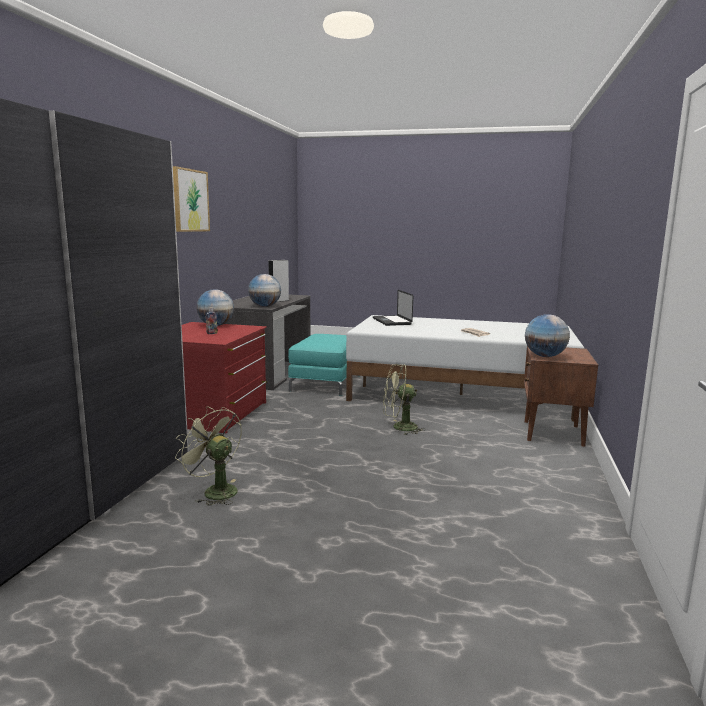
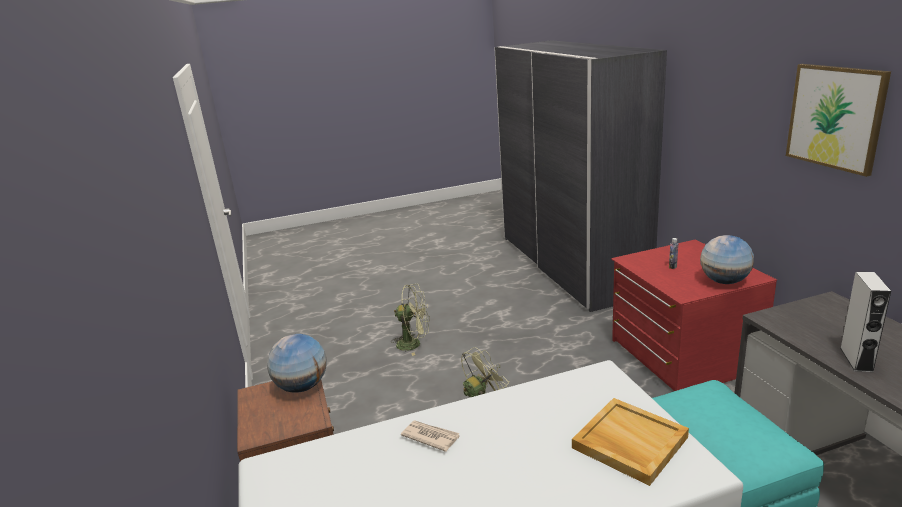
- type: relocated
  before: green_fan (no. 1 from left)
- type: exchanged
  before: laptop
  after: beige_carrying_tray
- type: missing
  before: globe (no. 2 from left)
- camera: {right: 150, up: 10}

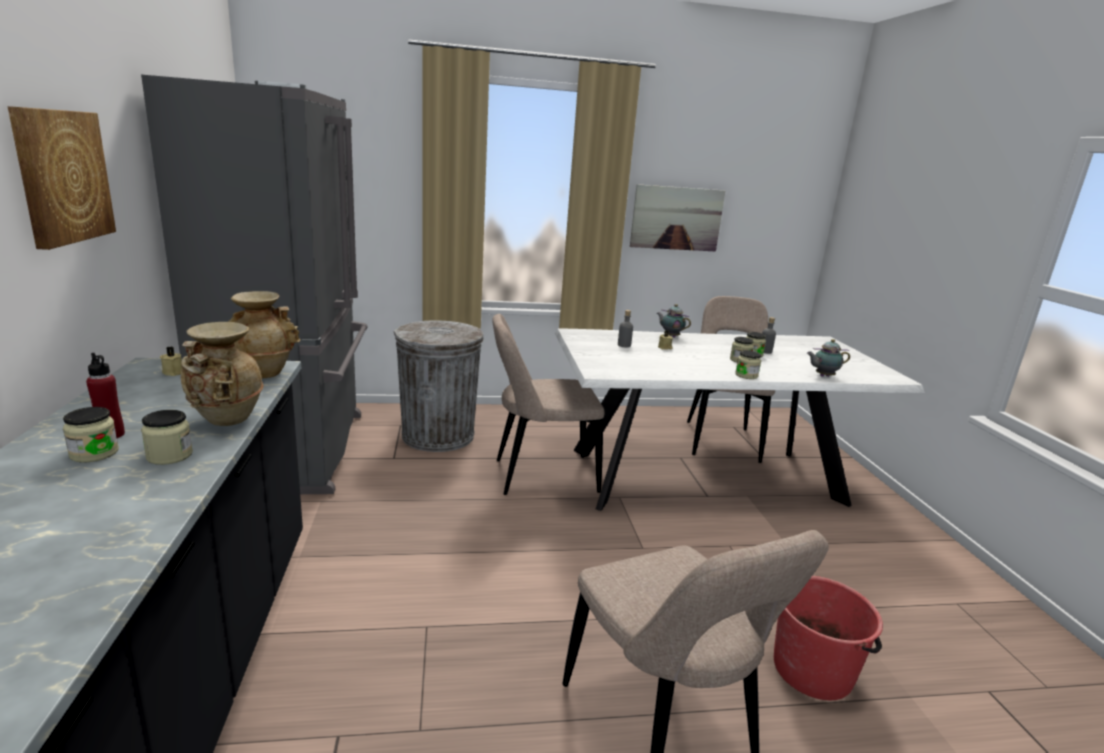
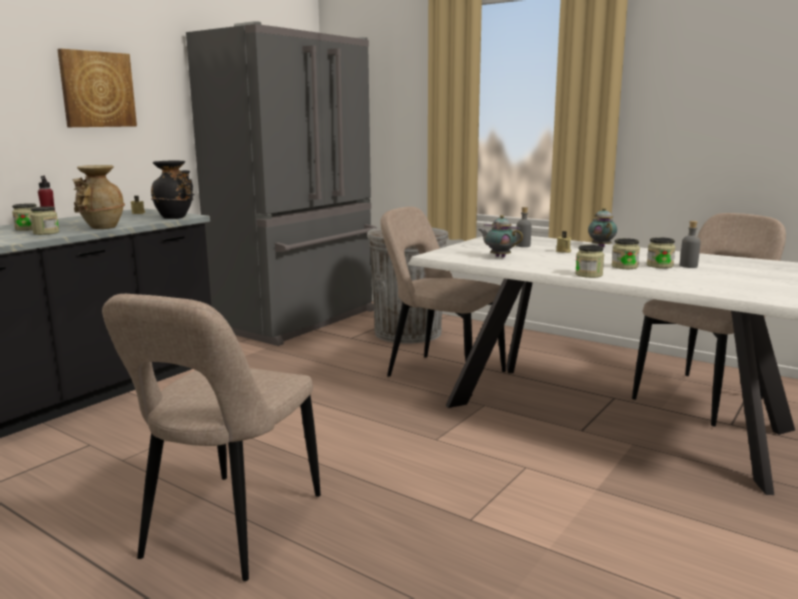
- type: colour
  before: beige_flower_vase (no. 2 from left)
  after: blackish_flower_vase
- type: relocated
  before: teapot (no. 2 from left in the first image)
  after: teapot (no. 1 from left)
- type: missing
  before: wall_art (no. 2 from left)
- type: missing
  before: red_bucket
- camera: {right: 45, up: -5}

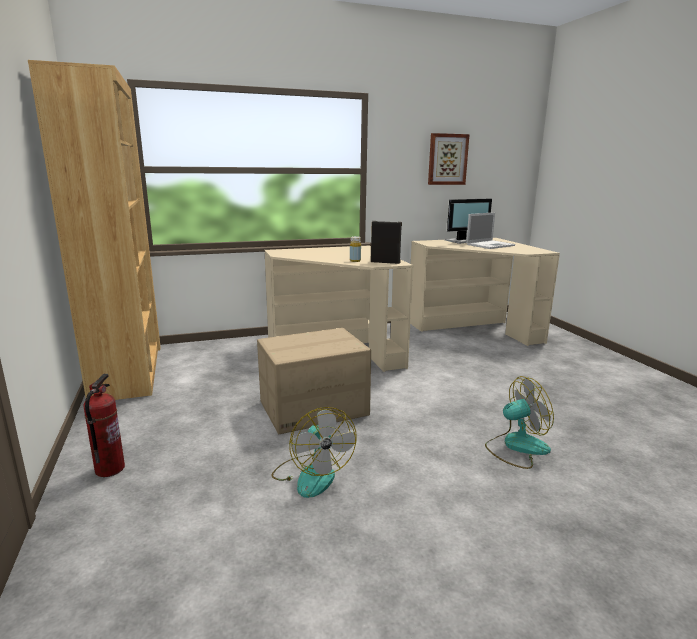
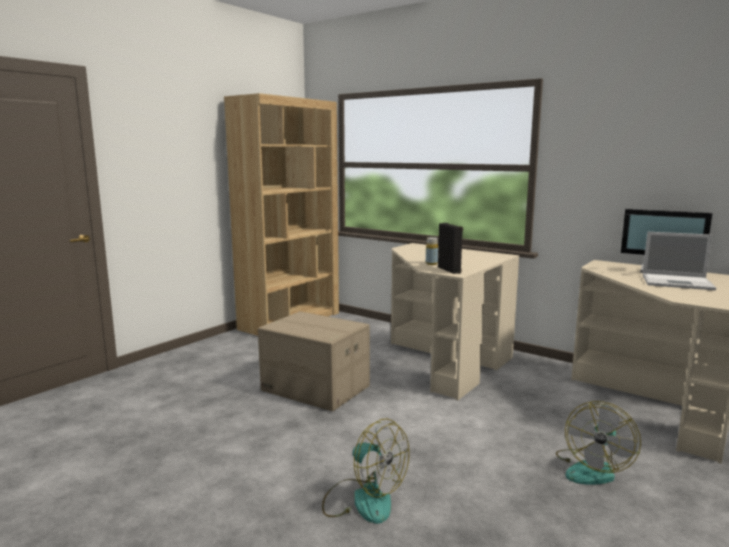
- type: relocated
  before: fan (no. 1 from left in the first image)
  after: fan (no. 2 from left)
- type: missing
  before: fire-fighting_cylinder
- type: missing
  before: wall_art
- camera: {right: 55, up: -5}

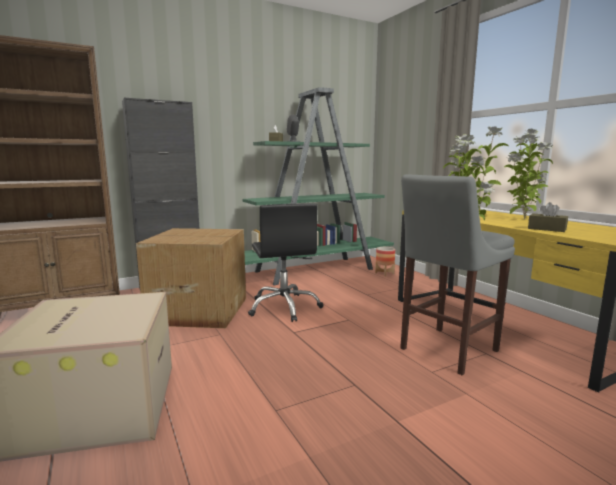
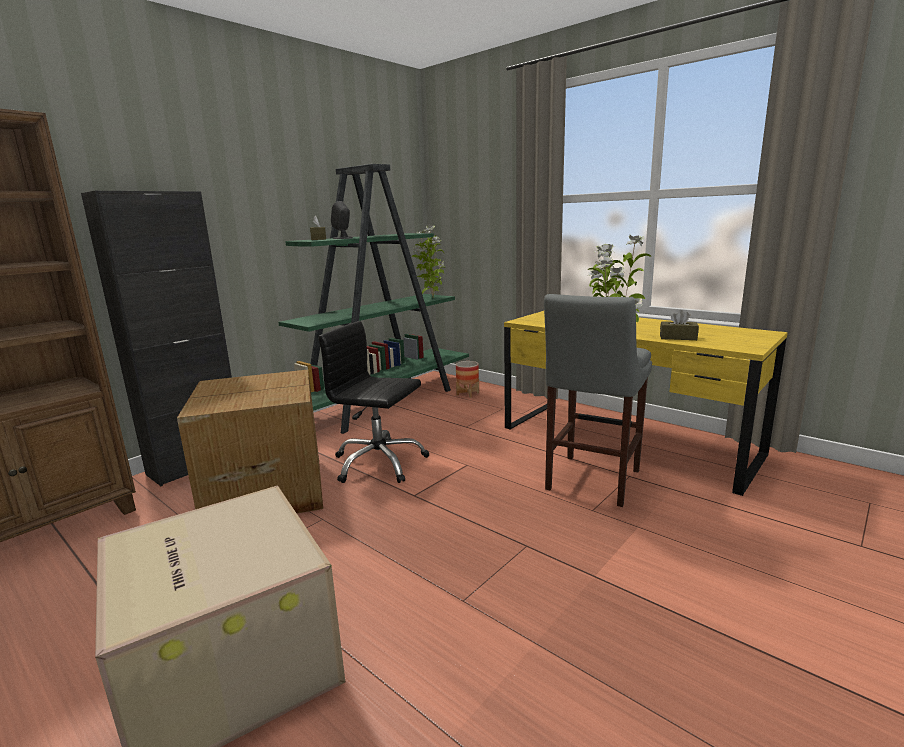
- type: spun
  before: blackish_computer_chair
  turn: 150
- type: relocated
  before: houseplant (no. 2 from left in the first image)
  after: houseplant (no. 1 from left)
- camera: {right: -20, up: 5}

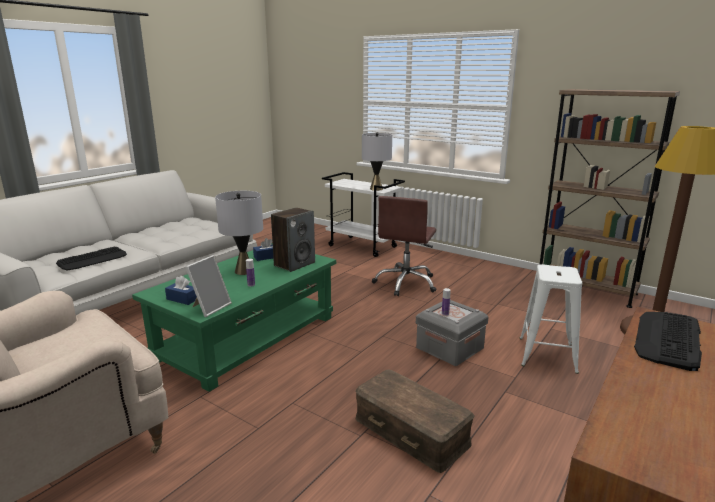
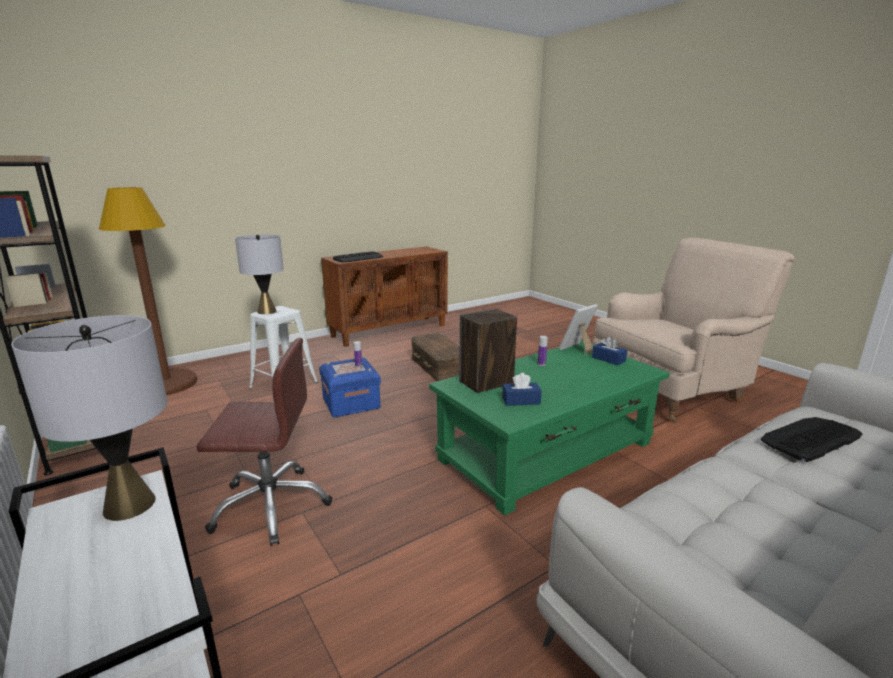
- type: spun
  before: brown-coloured_computer_chair
  turn: 45
- type: relocated
  before: greyish_table_lamp (no. 1 from left in the first image)
  after: greyish_table_lamp (no. 2 from left)
- type: colour
  before: greyish_storage_container
  after: blue_storage_container
- camera: {right: -160, up: 0}

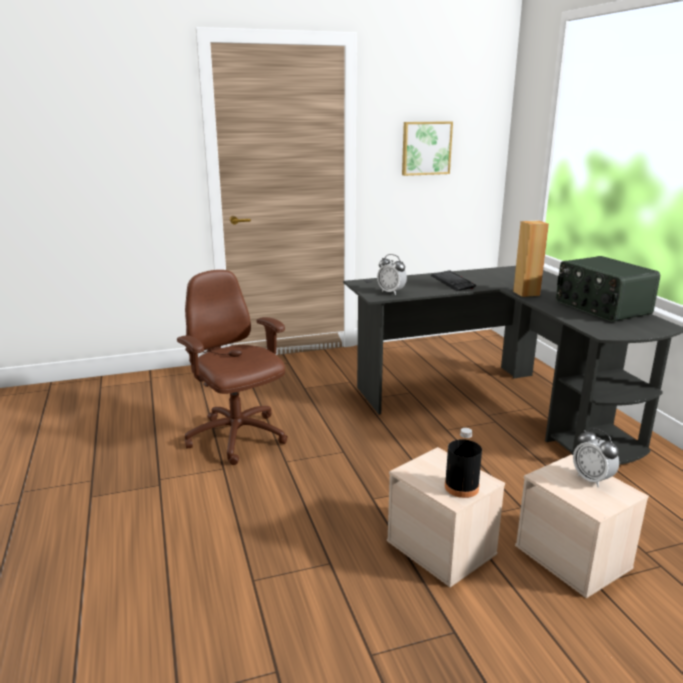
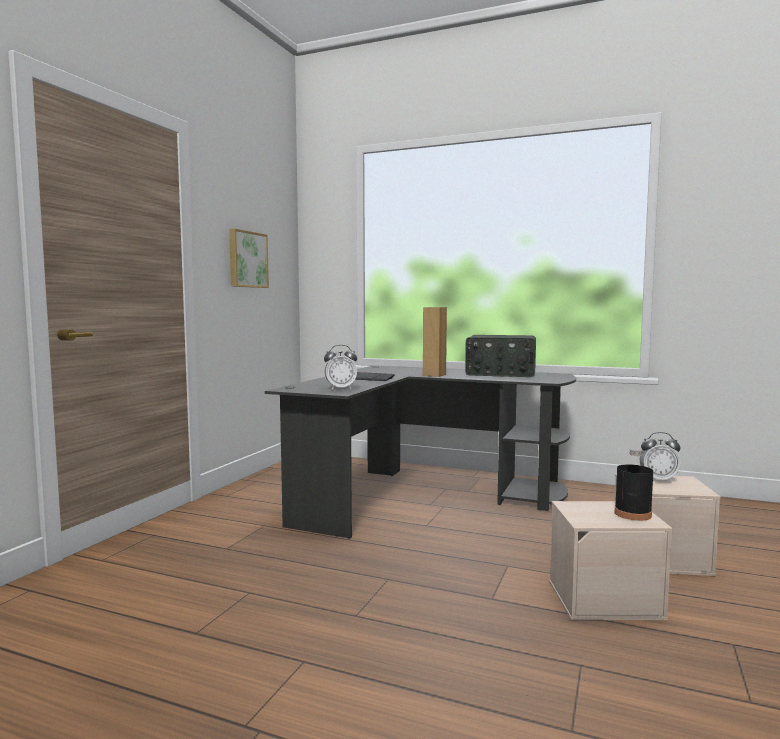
- type: missing
  before: brown-coloured_computer_chair
- camera: {right: -50, up: -15}

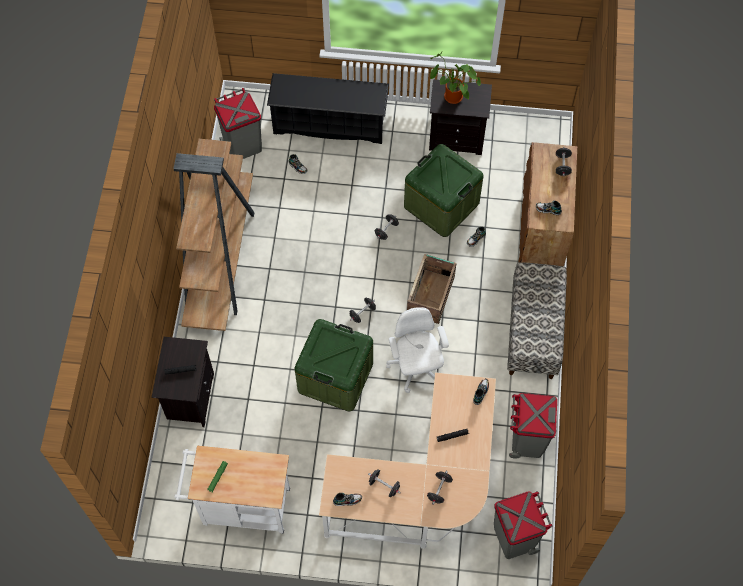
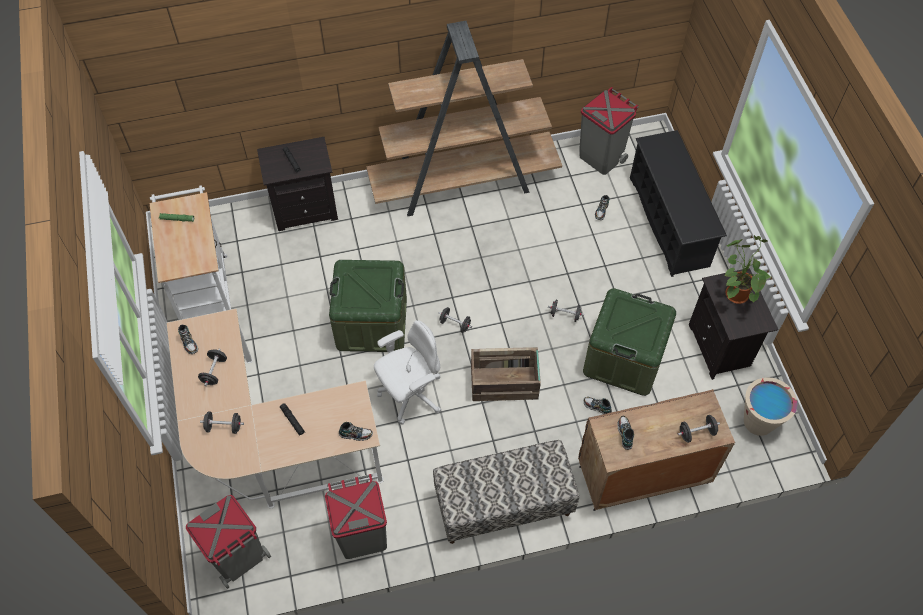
- type: appeared
  after: beige_bucket
- camera: {right: 70, up: -5}

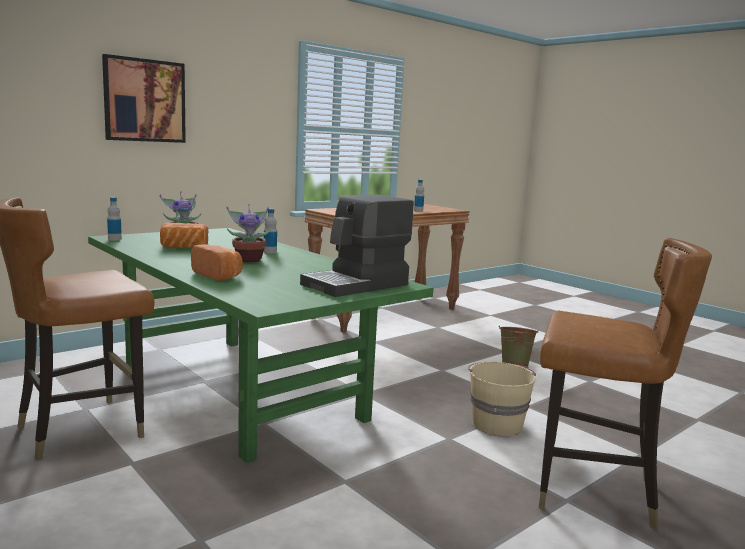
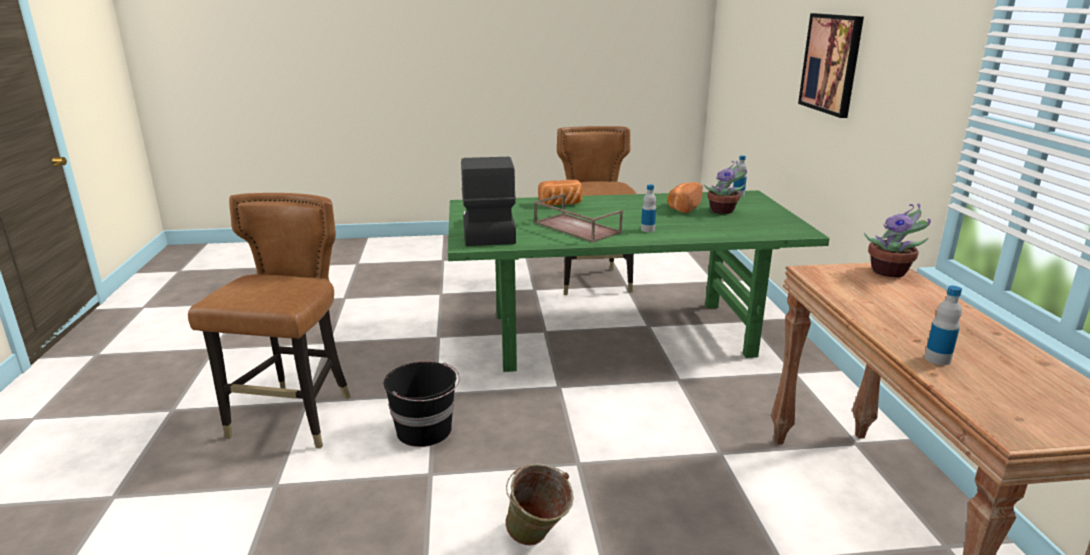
- type: spun
  before: brown-coloured_chair (no. 2 from left in the first image)
  turn: 135
- type: colour
  before: beige_bucket
  after: blackish_bucket
- type: appeared
  after: brown-coloured_carrying_tray
- type: relocated
  before: houseplant (no. 2 from left)
- camera: {right: 125, up: 10}

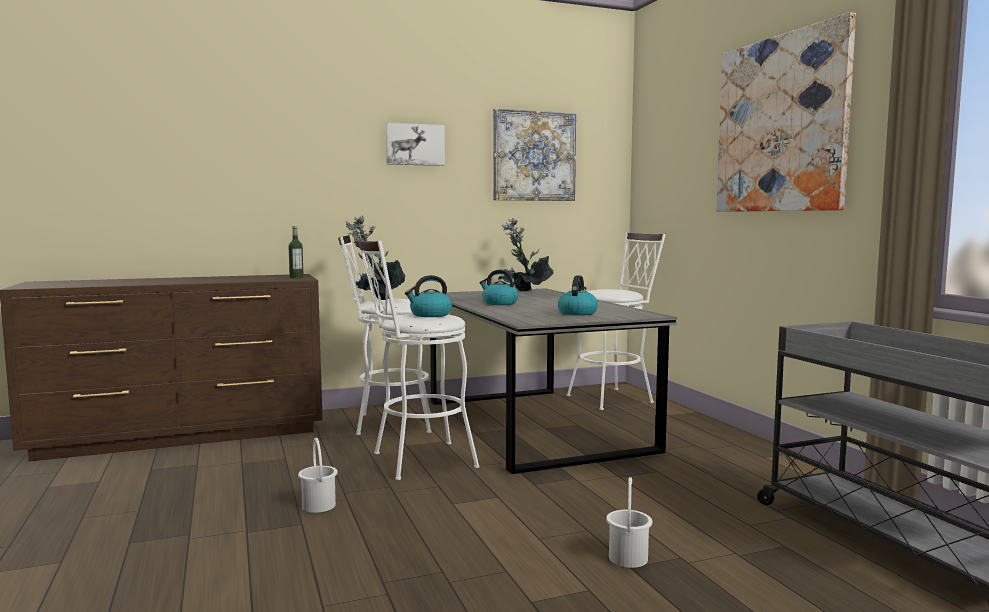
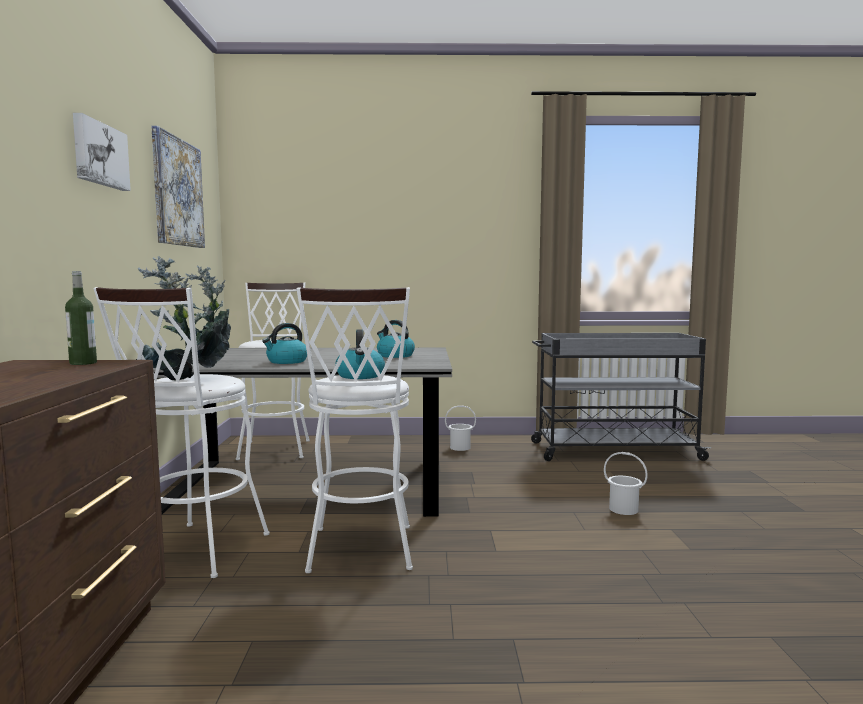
- type: relocated
  before: whitish_bucket (no. 1 from left)
- type: missing
  before: wall_art (no. 3 from left)
- camera: {right: -70, up: 0}

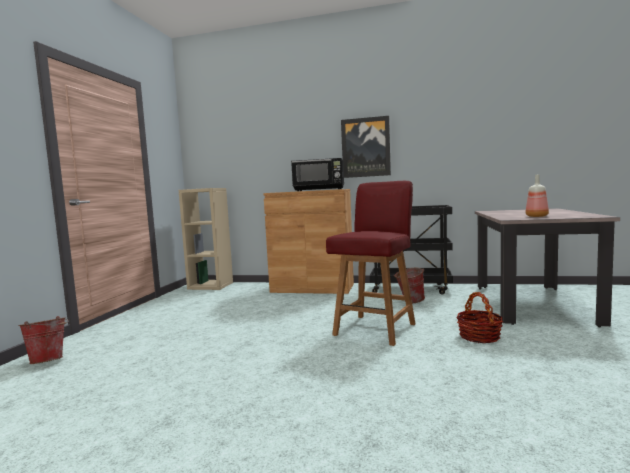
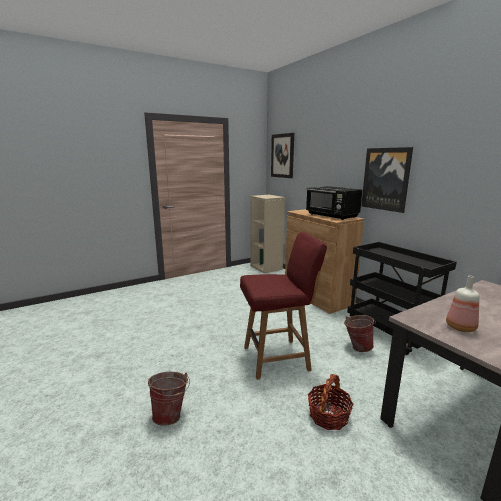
- type: relocated
  before: bucket (no. 1 from left)
- type: appeared
  after: wall_art (no. 1 from left)
- camera: {right: 45, up: 10}

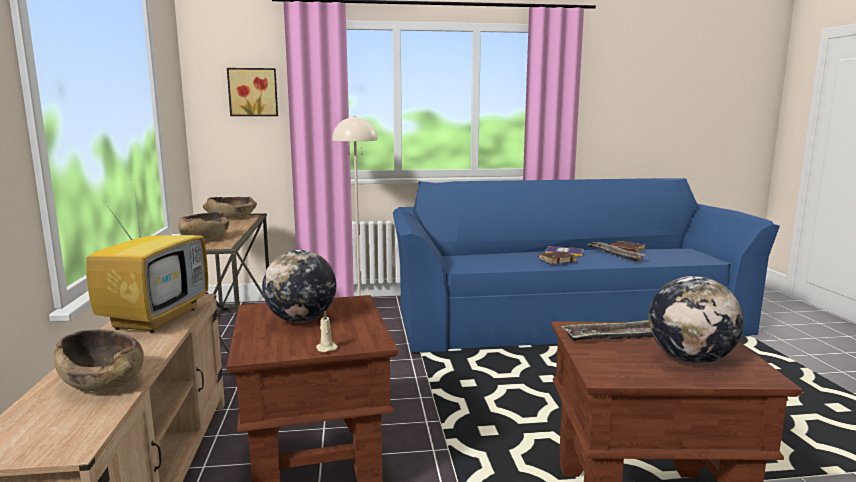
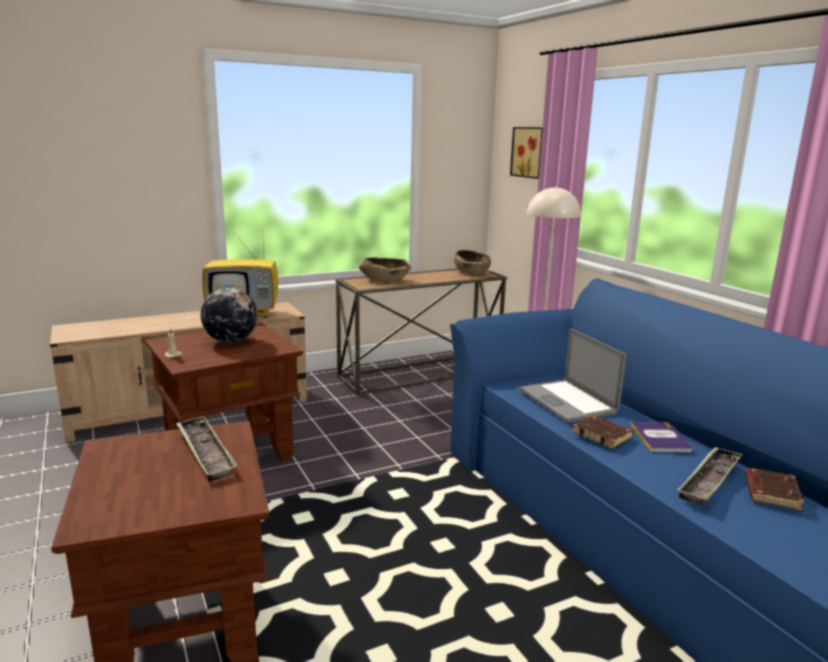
- type: appeared
  after: laptop
- type: missing
  before: brown-coloured_bowl (no. 1 from left)
- type: missing
  before: globe (no. 2 from left)
- camera: {right: 70, up: 5}

